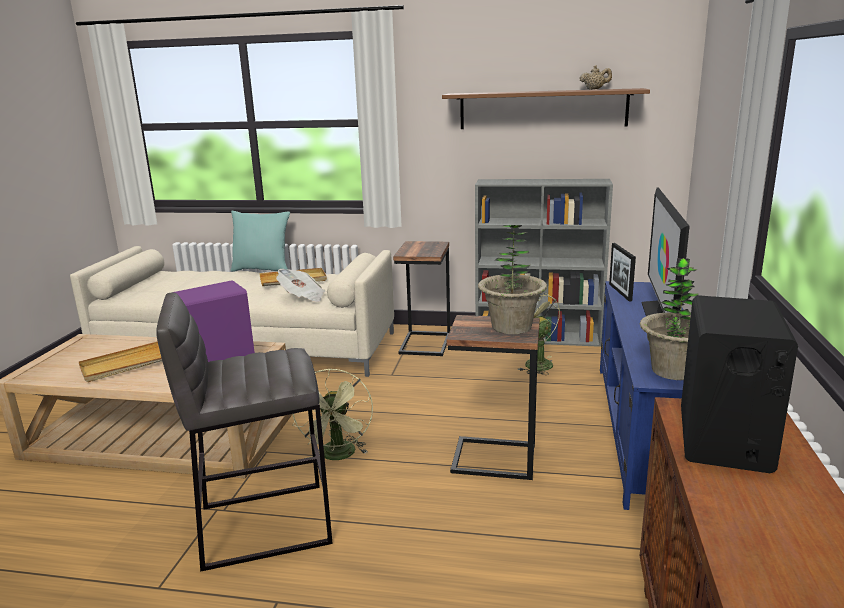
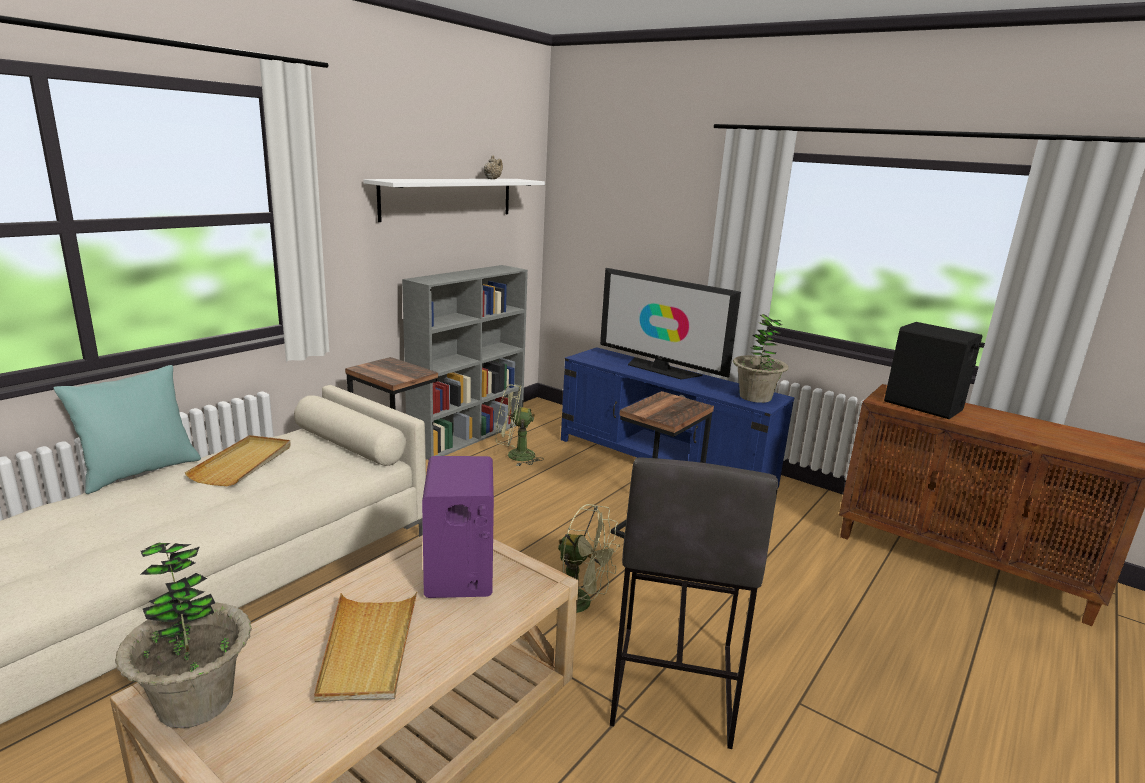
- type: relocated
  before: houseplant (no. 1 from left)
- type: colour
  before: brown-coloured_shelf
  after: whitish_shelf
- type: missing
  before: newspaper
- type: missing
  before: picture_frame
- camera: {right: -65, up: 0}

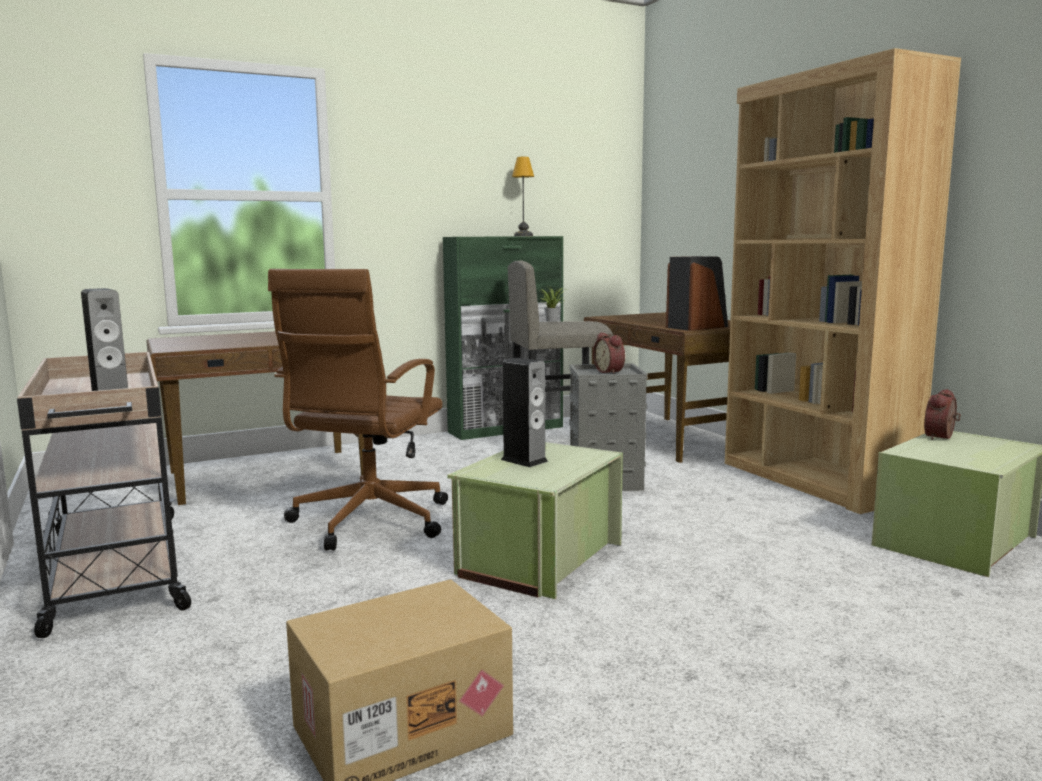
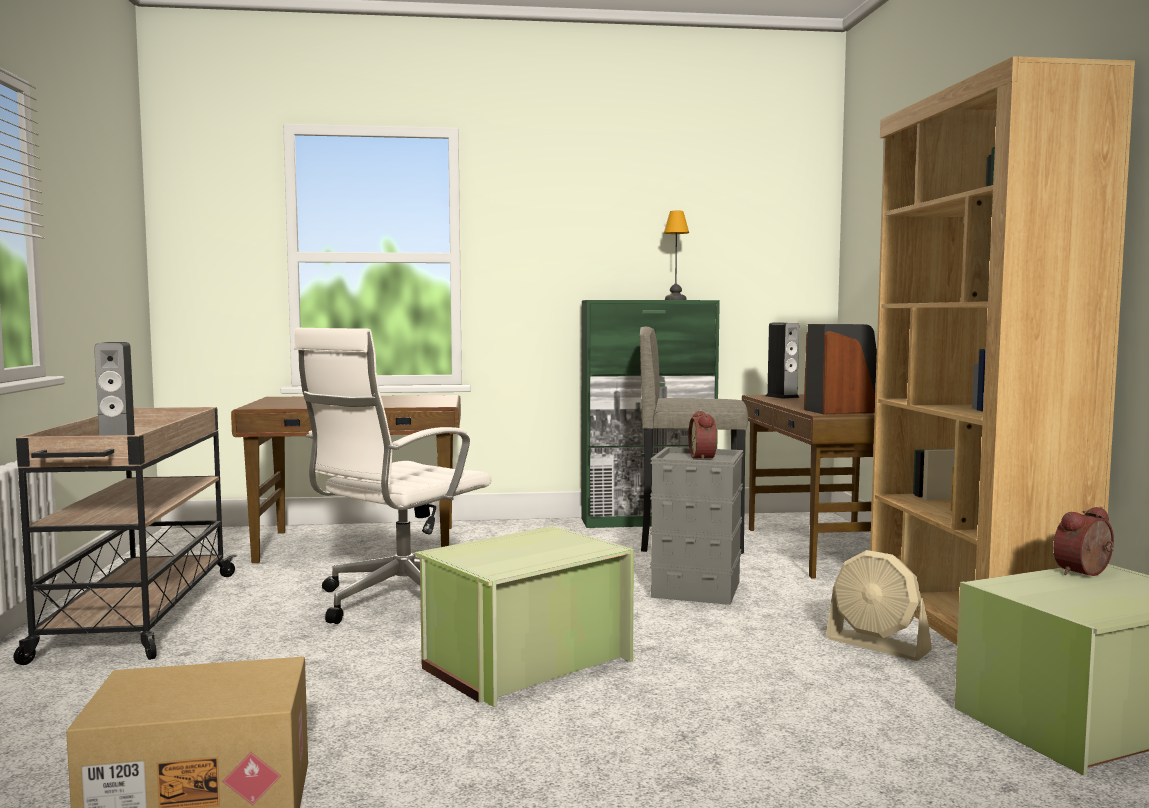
- type: colour
  before: brown-coloured_computer_chair
  after: whitish_computer_chair
- type: relocated
  before: loudspeaker (no. 2 from left)
- type: appeared
  after: beige_fan
- type: missing
  before: houseplant
- camera: {right: 20, up: -5}

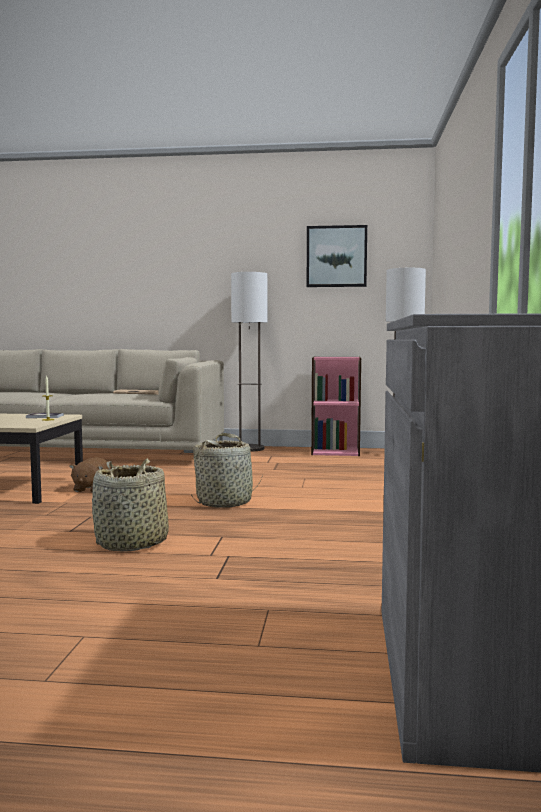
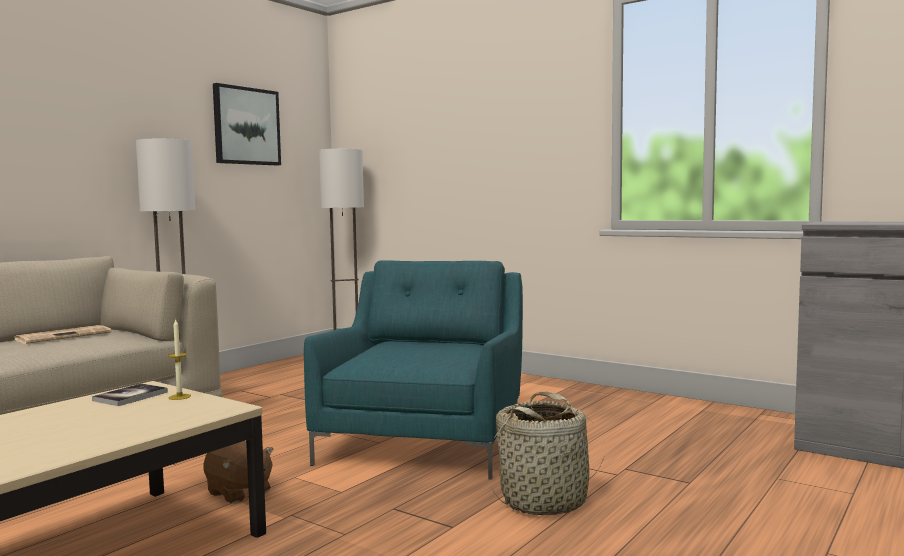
- type: exchanged
  before: household_basket (no. 2 from left)
  after: turquoise-coloured_lounge_chair
- type: missing
  before: pink_shelving_unit
- camera: {right: -60, up: 0}

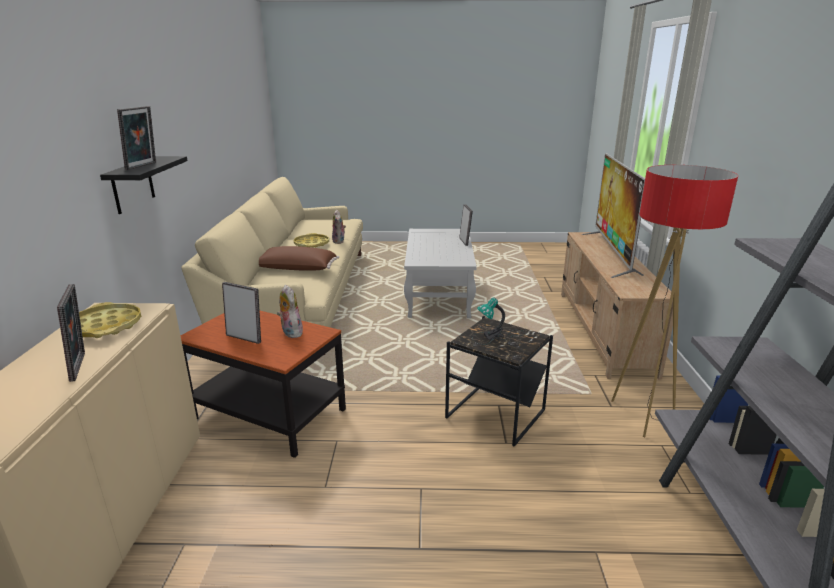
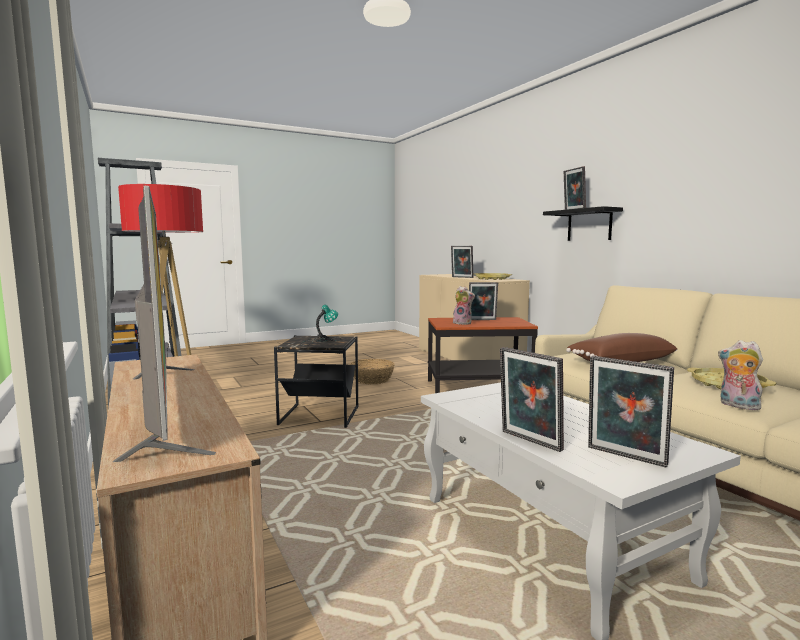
- type: appeared
  after: household_basket
- type: appeared
  after: picture_frame (no. 5 from left)
- camera: {right: 150, up: -15}

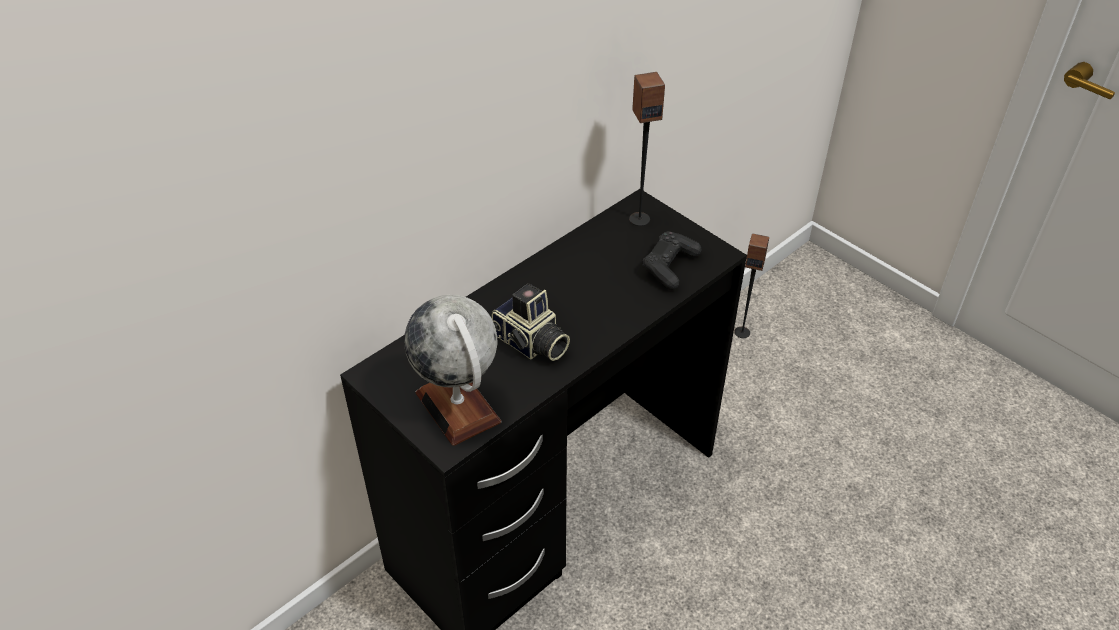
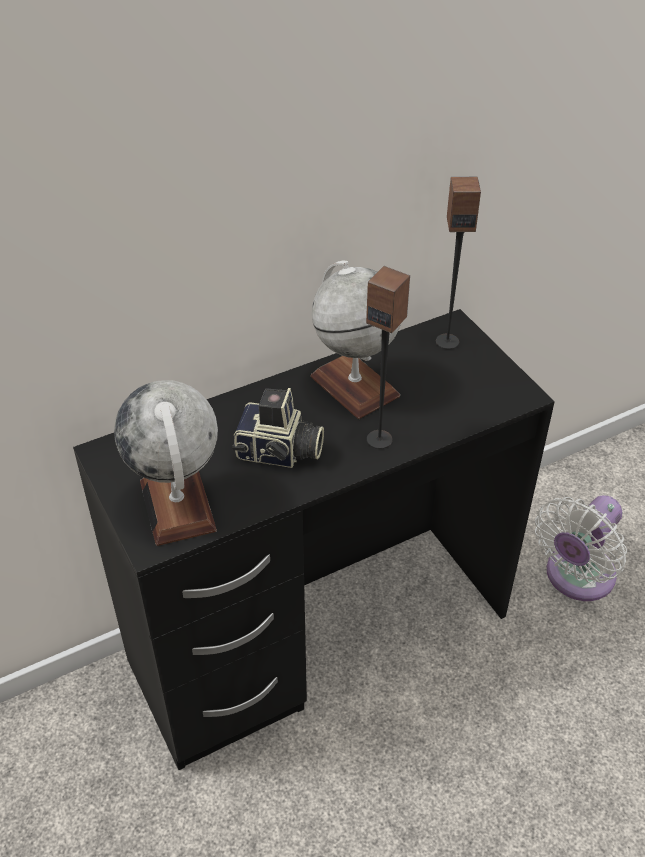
- type: spun
  before: photo_camera
  turn: -45
- type: appeared
  after: globe (no. 2 from left)
- type: relocated
  before: loudspeaker (no. 2 from left in the first image)
  after: loudspeaker (no. 1 from left)
- type: appeared
  after: whitish_fan
- type: missing
  before: blackish_gamepad
- camera: {right: 15, up: 0}

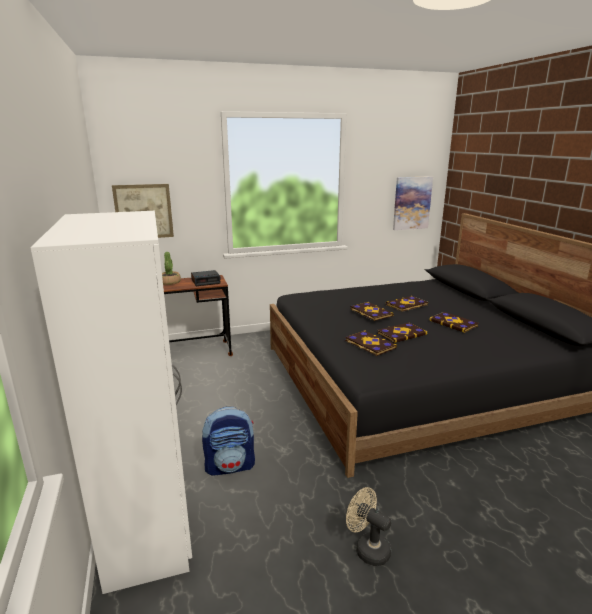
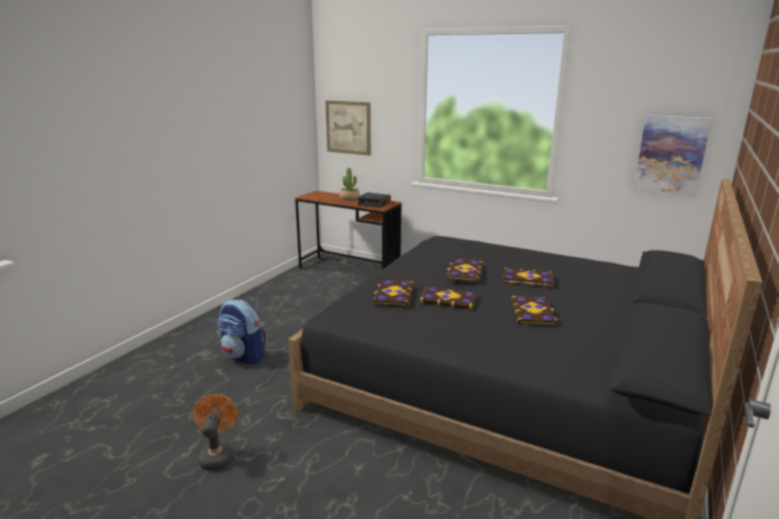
- type: colour
  before: beige_fan
  after: orangey_fan
- type: missing
  before: whitish_armoire
- camera: {right: 45, up: 0}

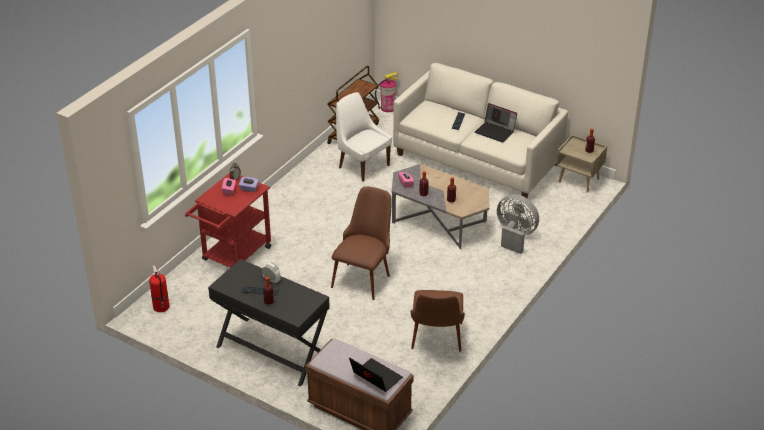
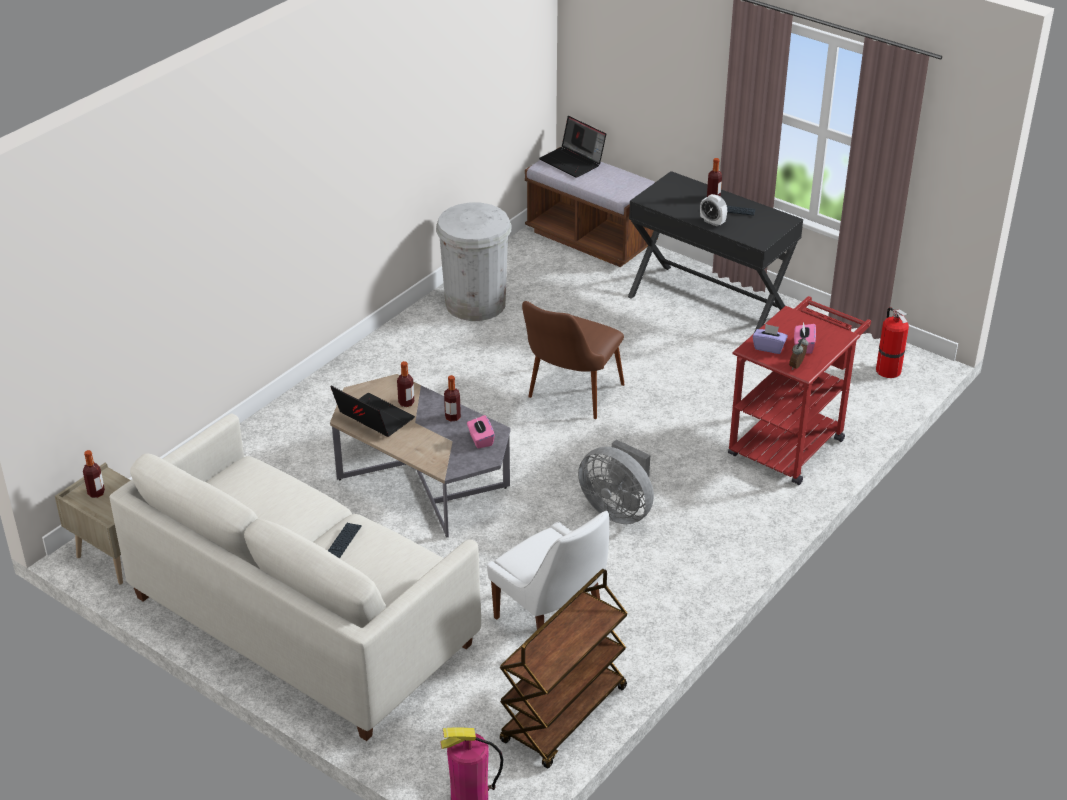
- type: relocated
  before: laptop (no. 2 from left in the first image)
  after: laptop (no. 1 from left)
- type: exchanged
  before: brown-coloured_chair (no. 2 from left)
  after: whitish_rubbish_bin
- type: relocated
  before: greyish_fan
- camera: {right: -175, up: 0}

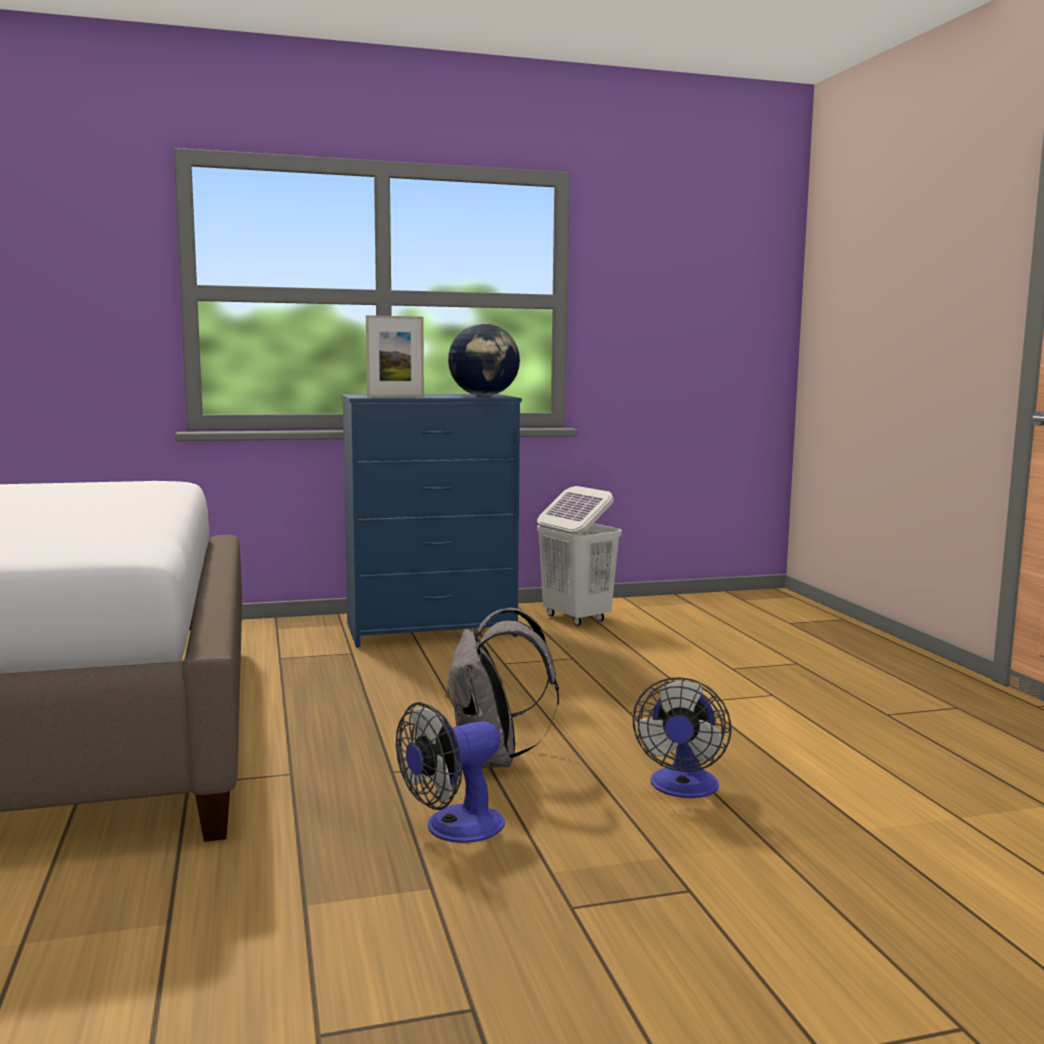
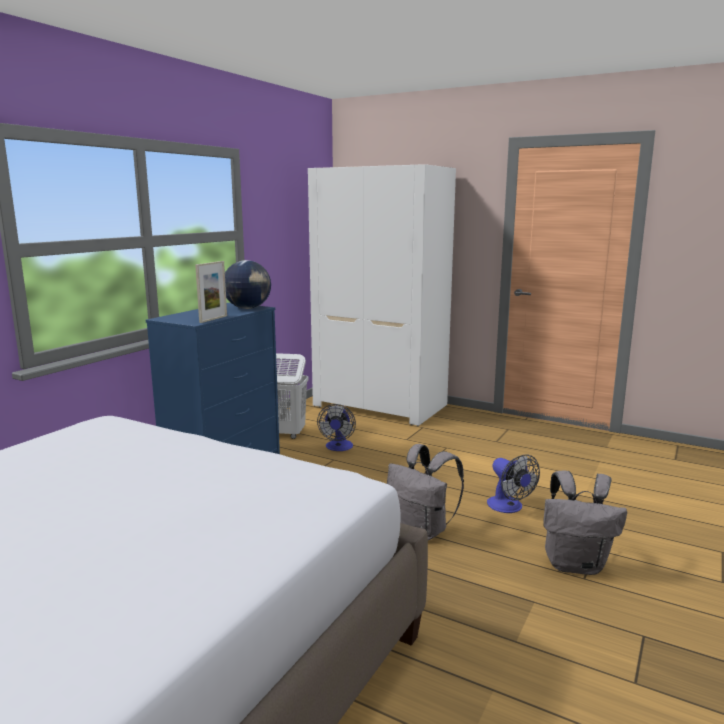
- type: appeared
  after: whitish_armoire
- type: relocated
  before: fan (no. 1 from left)
- type: appeared
  after: greyish_backpack (no. 2 from left)
- camera: {right: -45, up: 5}

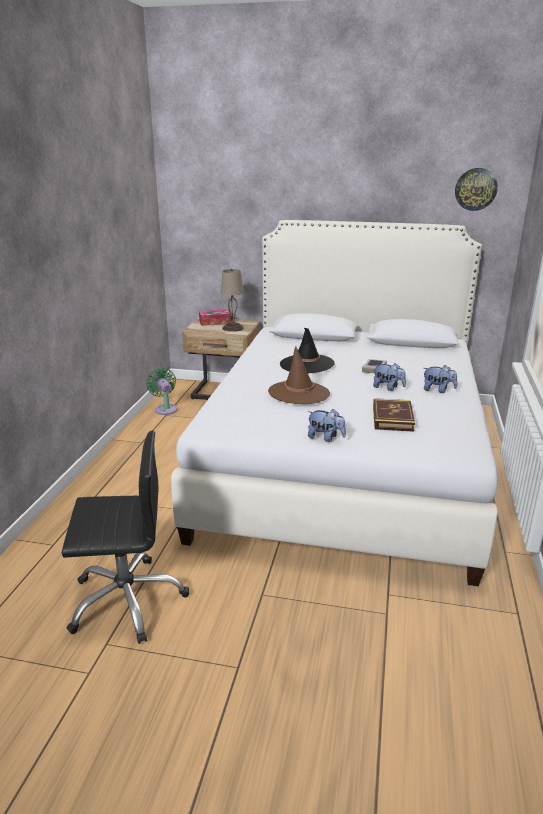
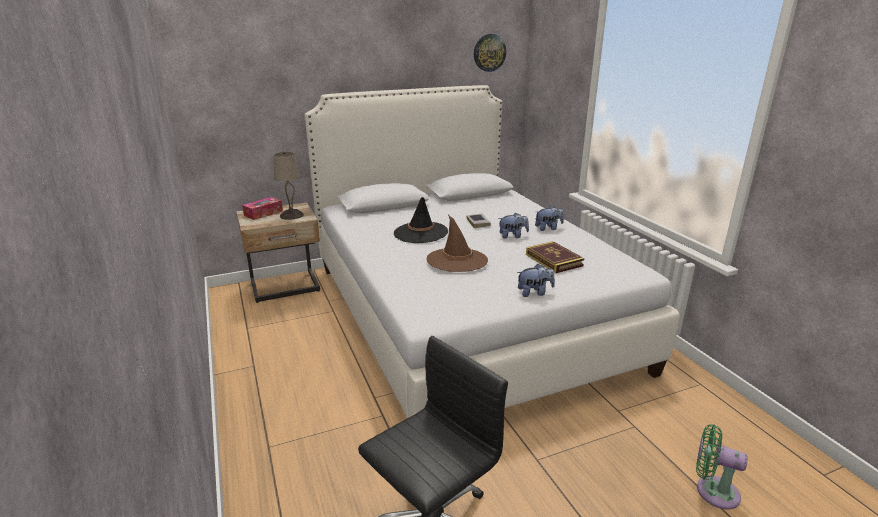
- type: relocated
  before: green_fan
- camera: {right: -35, up: 0}

